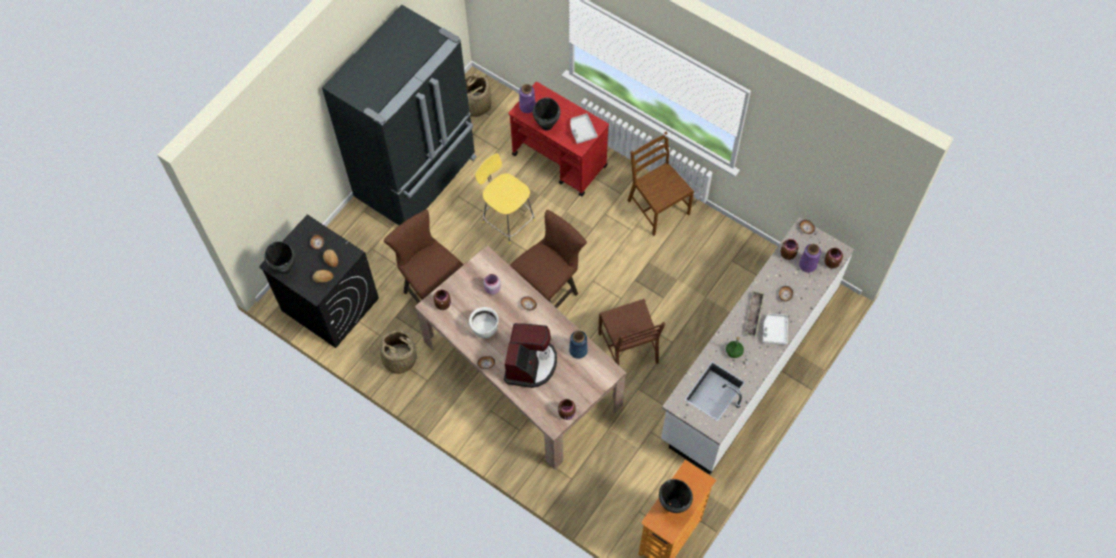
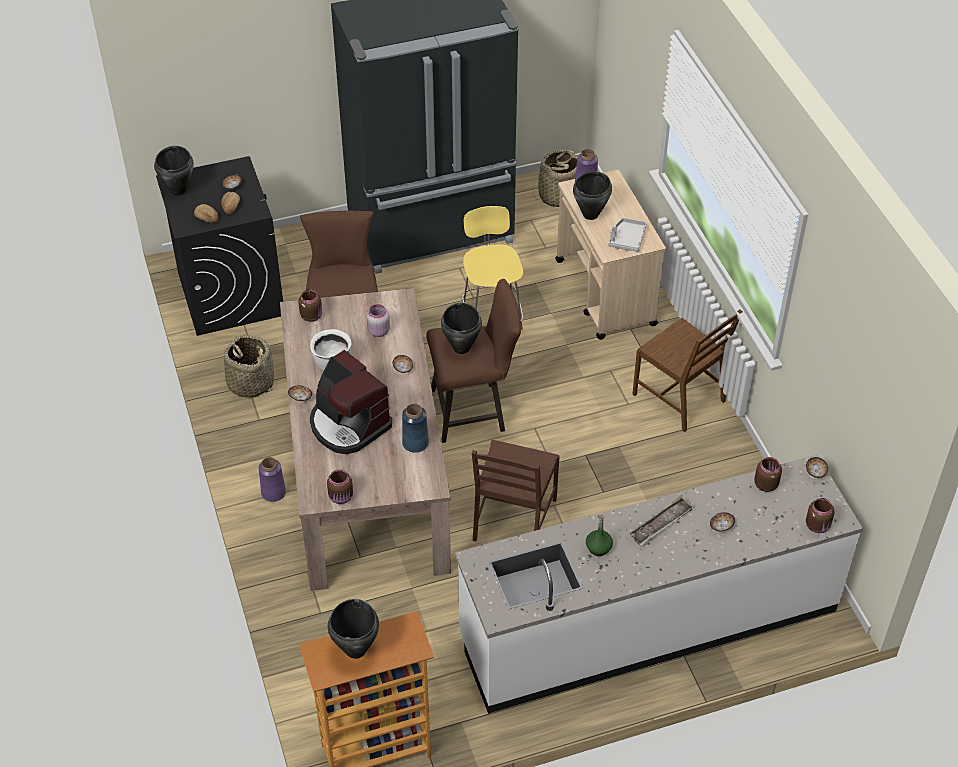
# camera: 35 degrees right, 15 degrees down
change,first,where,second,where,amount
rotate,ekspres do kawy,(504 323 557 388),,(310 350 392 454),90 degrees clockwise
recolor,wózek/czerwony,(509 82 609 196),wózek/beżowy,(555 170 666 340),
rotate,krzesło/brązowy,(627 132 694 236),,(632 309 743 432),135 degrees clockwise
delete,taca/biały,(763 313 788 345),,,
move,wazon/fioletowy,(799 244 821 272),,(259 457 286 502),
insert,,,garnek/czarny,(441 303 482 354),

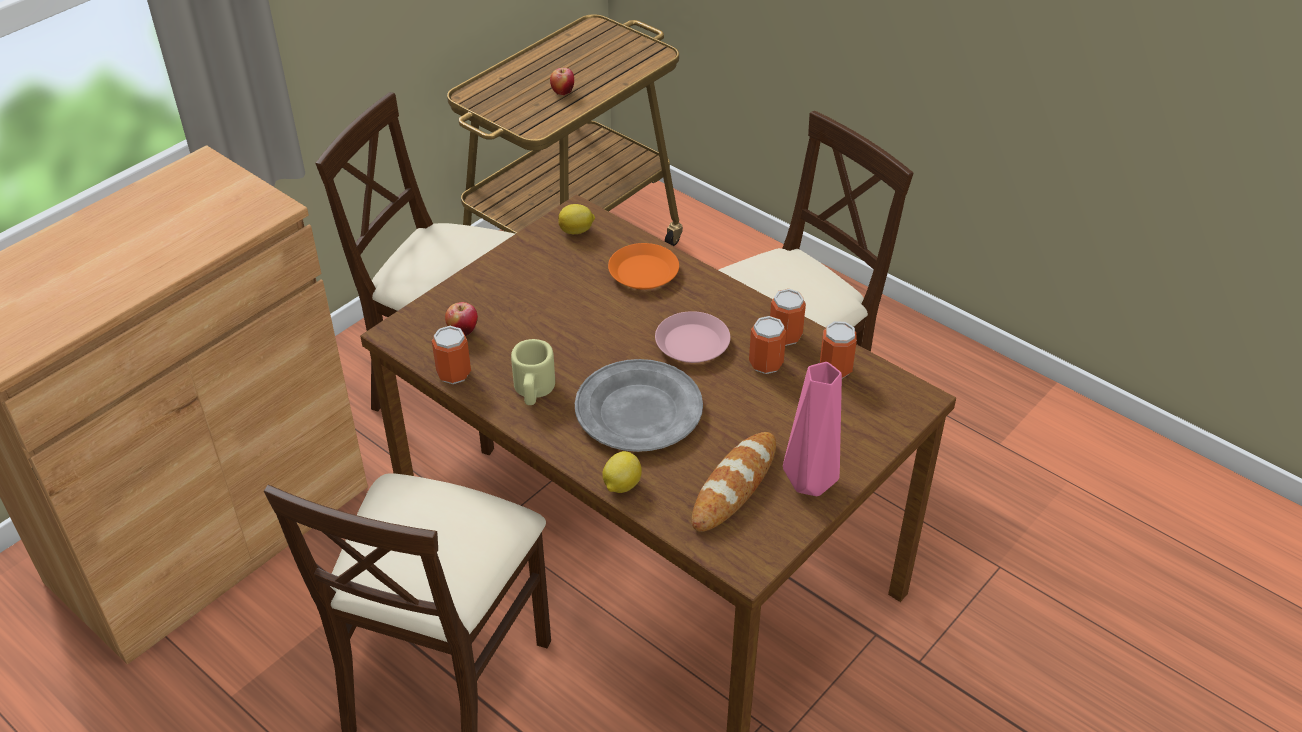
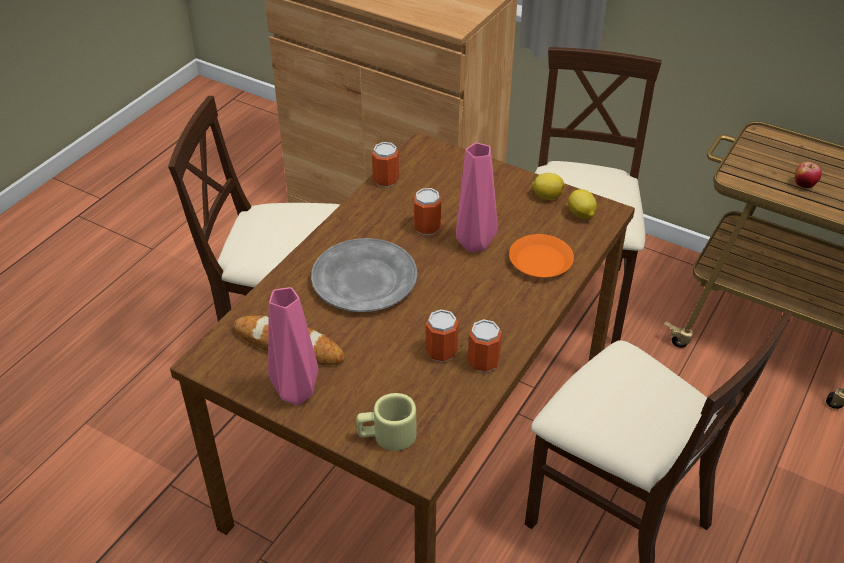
# camera: 80 degrees right, 0 degrees up
change,first,where,second,where,amount
delete,jabłko,(445 302 478 336),,,
move,kubek/beżowy,(511 339 555 405),,(356 393 416 451),
move,cytryna,(602 451 642 493),,(531 173 565 200),
delete,talerz/różowy,(655 311 730 363),,,
move,puszka,(820 321 857 378),,(414 188 441 235),
insert,,,wazon/różowy,(456 143 498 252),

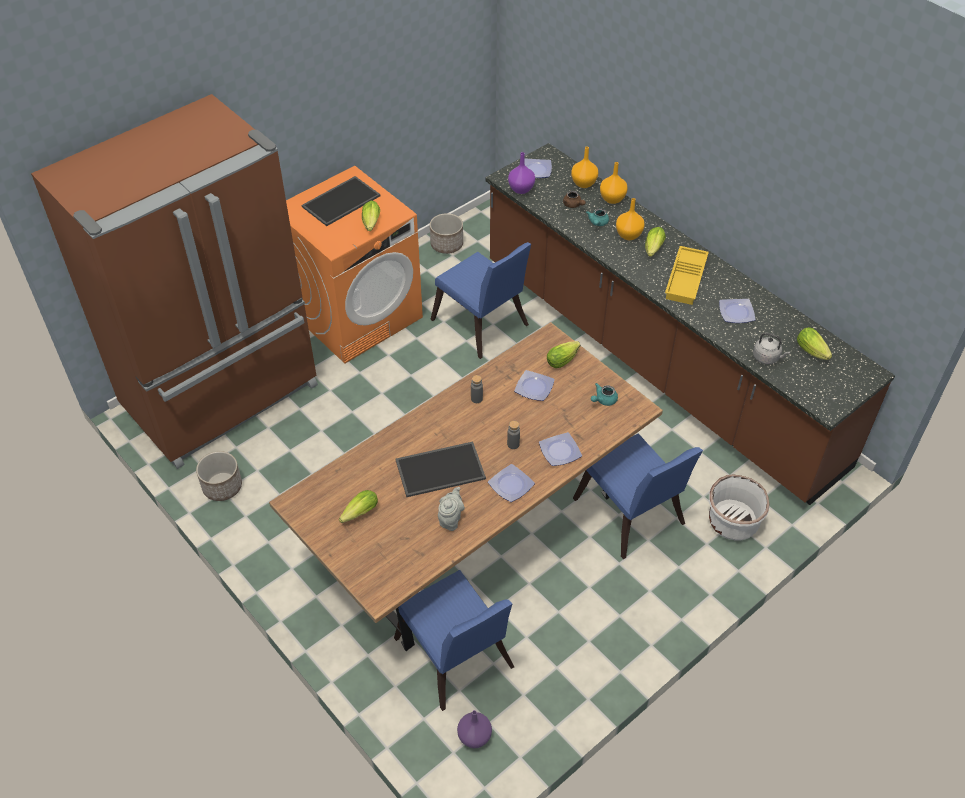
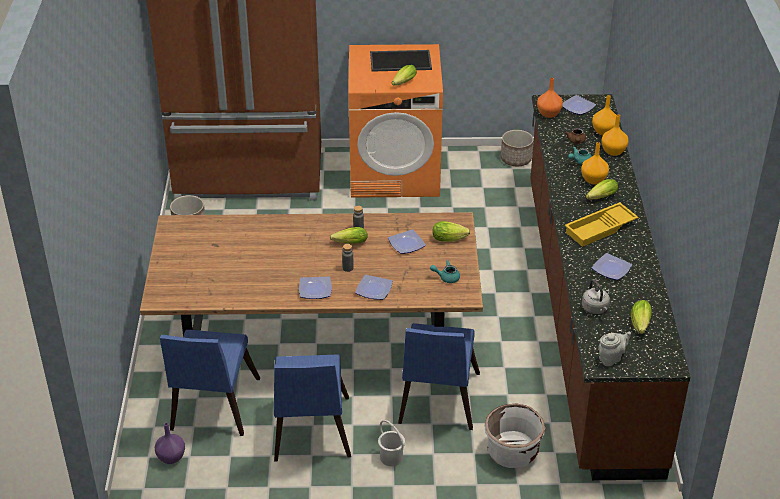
# camera: 40 degrees right, 10 degrees down
change,first,where,second,where,amount
move,sałata,(339 490 378 523),,(330 227 367 244),
delete,taca,(395 441 486 497),,,
move,krzesło/niebieski,(431 242 531 359),,(274 354 351 462),
move,imbryk/szary,(438 487 465 531),,(598 332 631 366),
recolor,wazon/fioletowy,(508 152 535 194),wazon/pomarańczowy,(537 78 563 118),
insert,,,wiadro/biały,(378 420 405 466),

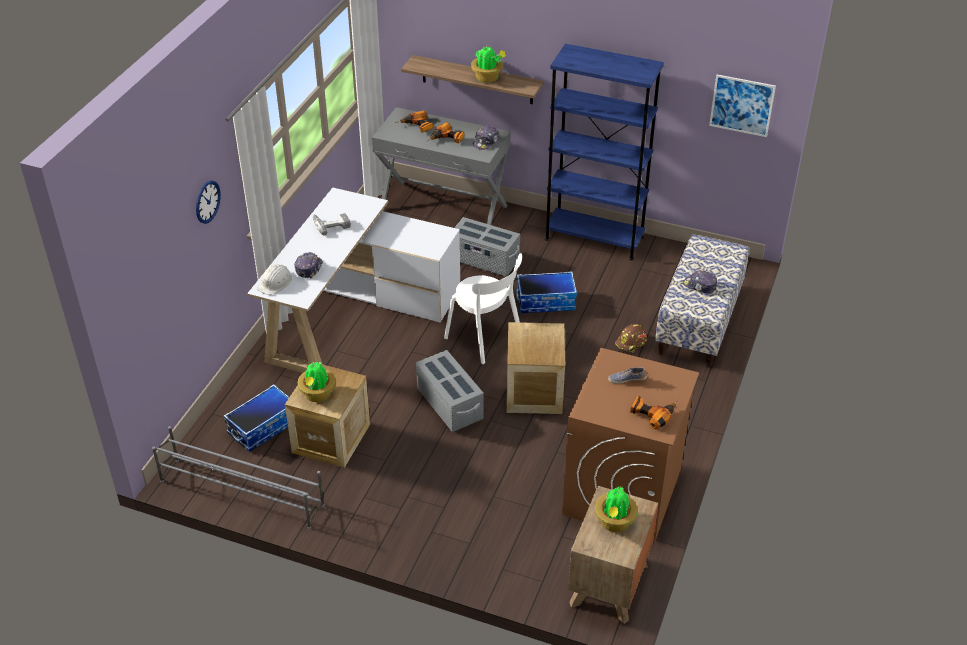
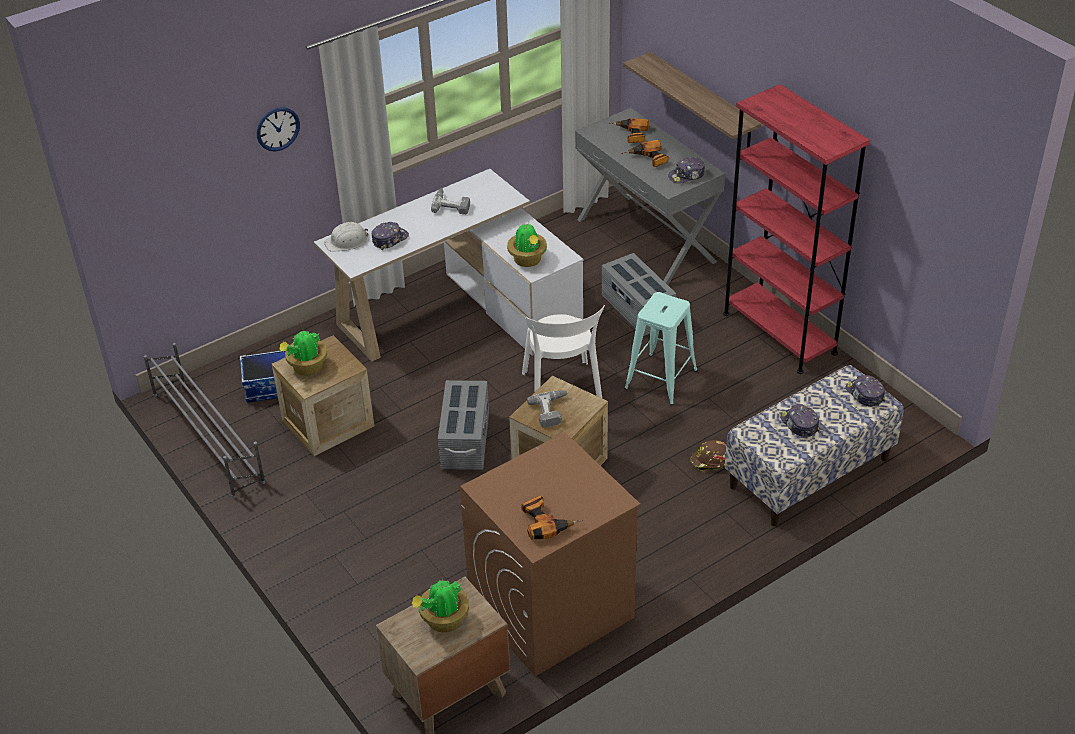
# camera: 35 degrees right, 0 degrees up
change,first,where,second,where,amount
move,roślina doniczkowa,(471 46 506 83),,(507 222 547 267),
replace,pojemnik do przechowywania,(516 272 577 313),stołek/turkusowy,(624 292 698 406),
recolor,regał/niebieski,(545 44 664 260),regał/czerwony,(723 84 870 374),
delete,but,(608 367 647 384),,,
delete,obraz,(709 75 776 137),,,
insert,,,wiertarka,(527 390 568 428),
insert,,,czapka z daszkiem,(846 375 886 406),

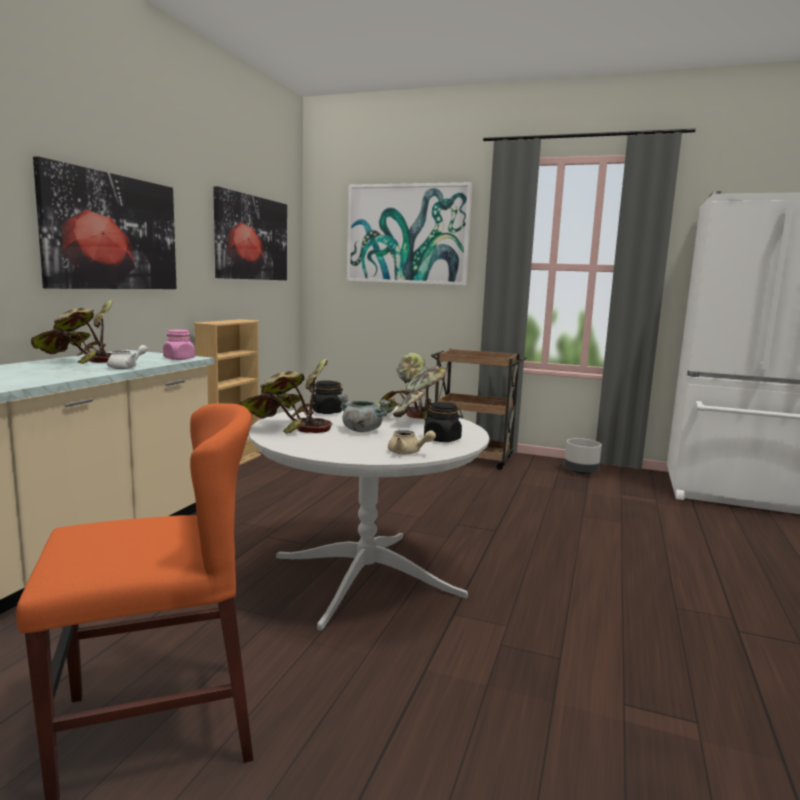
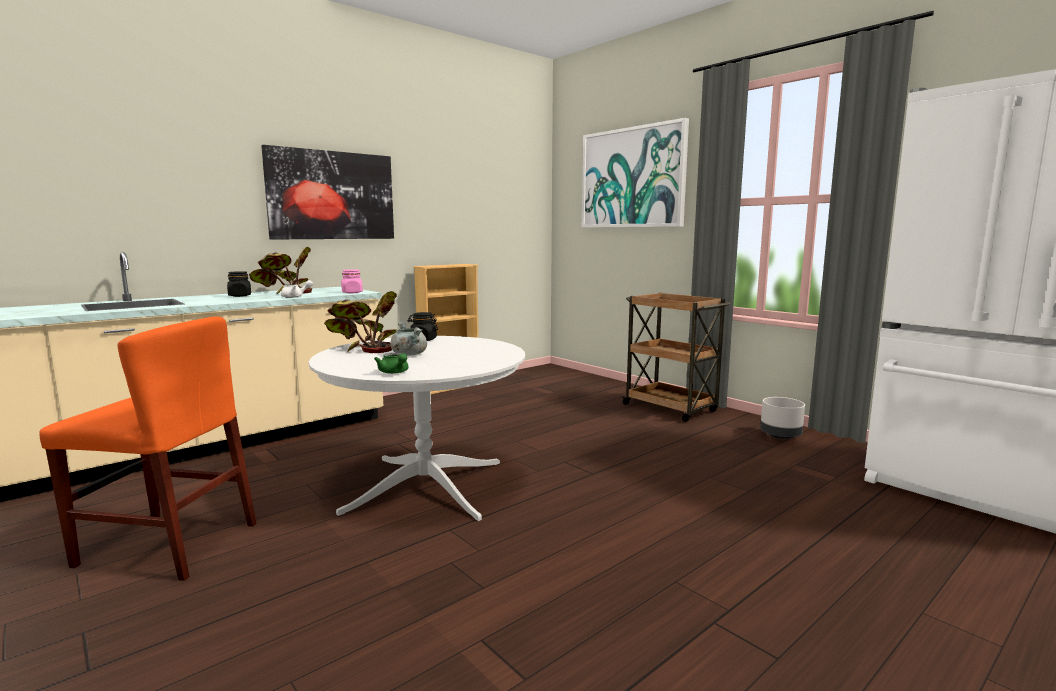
# camera: 30 degrees right, 0 degrees up
change,first,where,second,where,amount
delete,obraz,(213 186 287 280),,,
delete,roślina doniczkowa,(376 353 449 421),,,
recolor,imbryk/beżowy,(388 430 436 454),imbryk/zielony,(374 353 408 374),
move,słoik/czarny,(424 402 463 442),,(227 271 251 297),

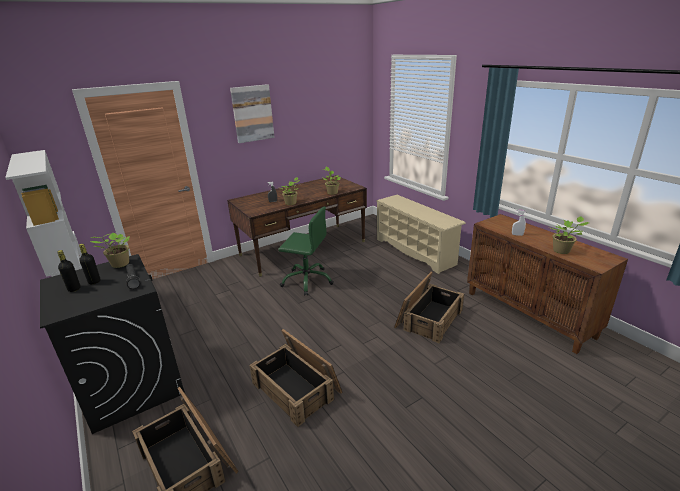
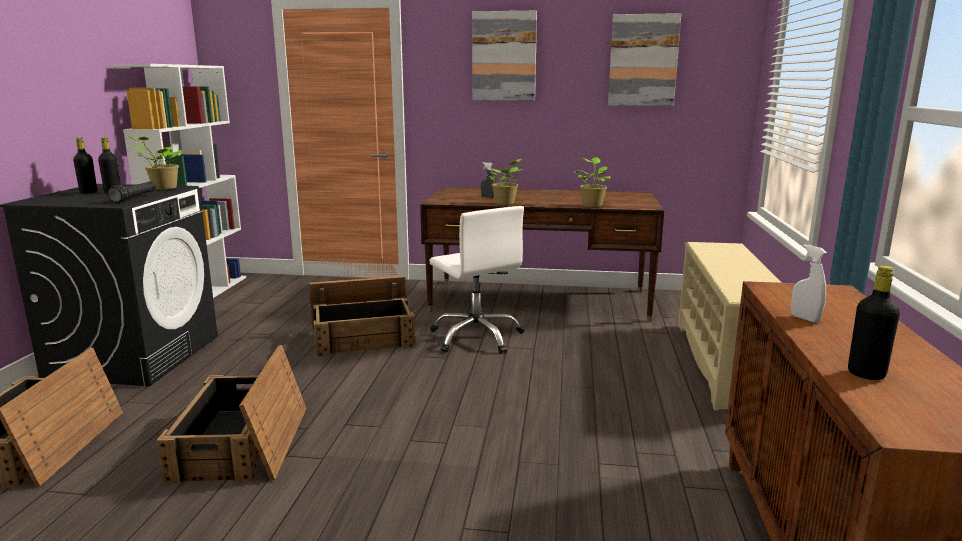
# camera: 40 degrees right, 10 degrees down
change,first,where,second,where,amount
recolor,krzesło biurowe/zielony,(278 206 334 296),krzesło biurowe/biały,(429 206 524 354),
move,skrzynka,(394 271 464 343),,(309 276 415 356),
replace,roślina doniczkowa,(551 216 589 254),butelka/czarny,(848 266 900 380),
insert,,,obraz,(608 13 681 106),

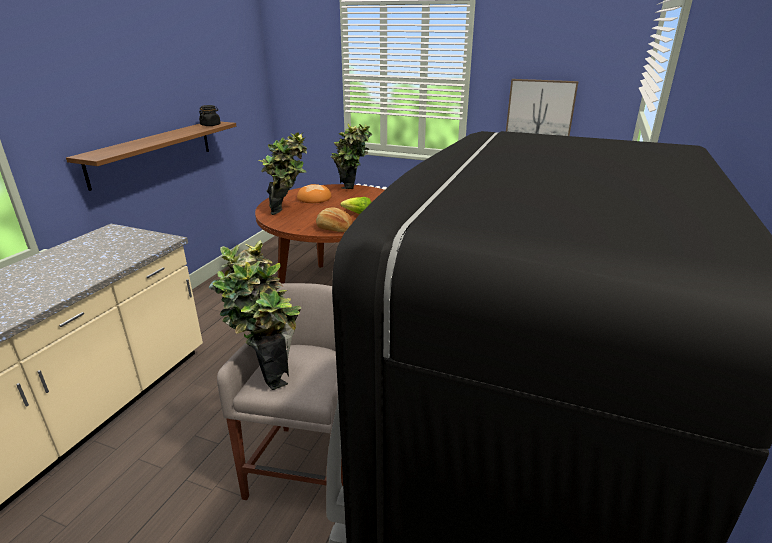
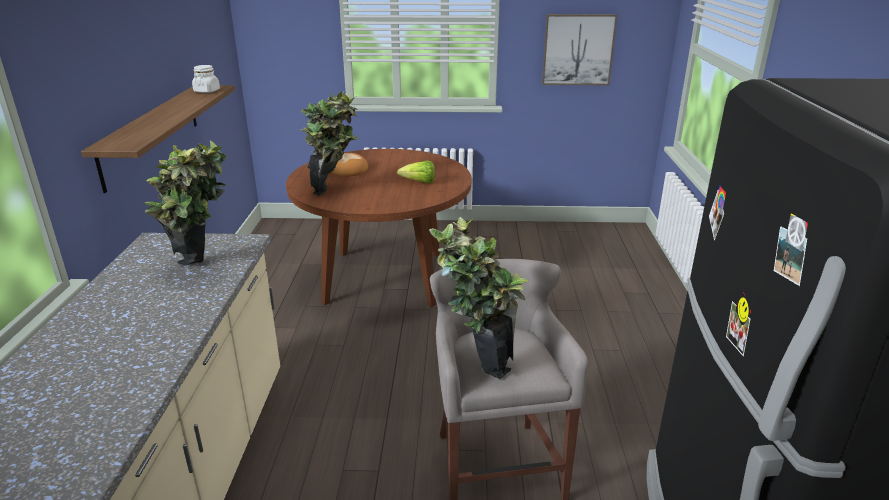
# camera: 20 degrees left, 0 degrees up
change,first,where,second,where,amount
recolor,słoik/czarny,(199 105 221 126),słoik/biały,(192 65 220 93),
delete,chleb,(316 208 353 232),,,
move,roślina doniczkowa,(331 124 372 189),,(145 141 228 265),

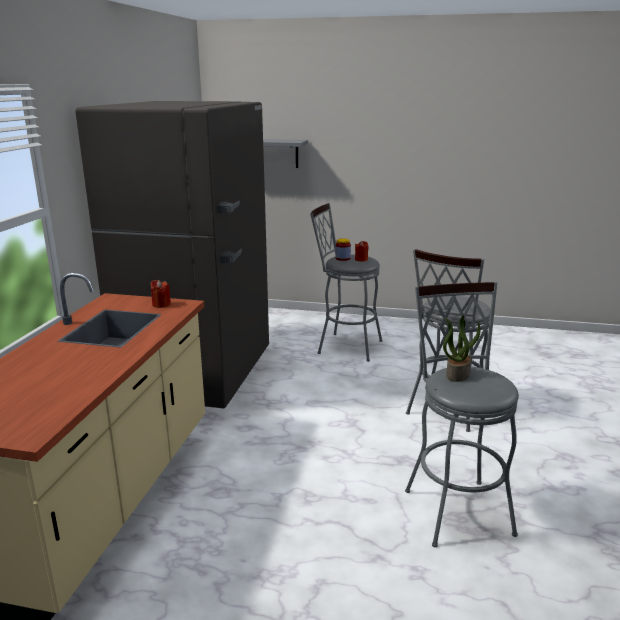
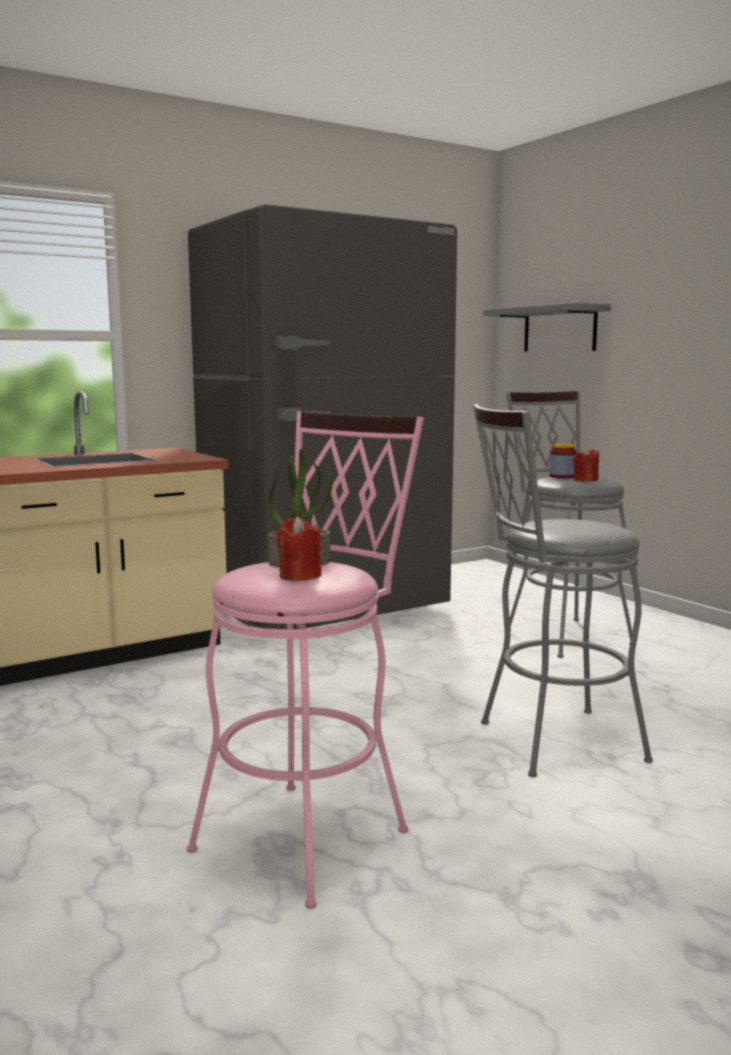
# camera: 45 degrees right, 10 degrees down
change,first,where,second,where,amount
move,świeca/czerwony,(151 280 171 308),,(276 517 322 581),
recolor,stołek/szary,(405 282 519 547),stołek/różowy,(187 411 424 909),

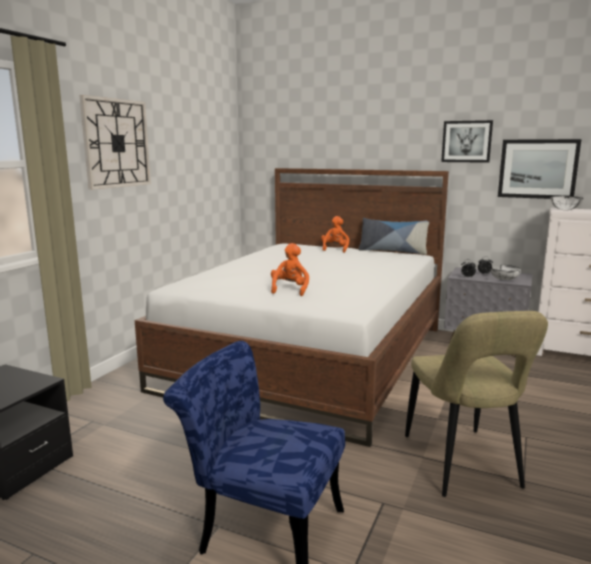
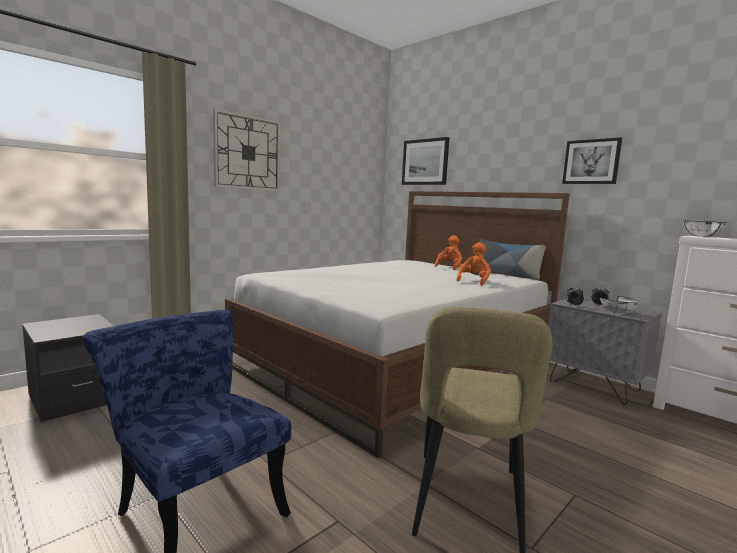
# camera: 20 degrees right, 5 degrees down
change,first,where,second,where,amount
move,pluszak/pomarańczowy,(271 243 309 296),,(456 242 491 286),
move,obraz,(498 139 581 199),,(402 137 450 185),

